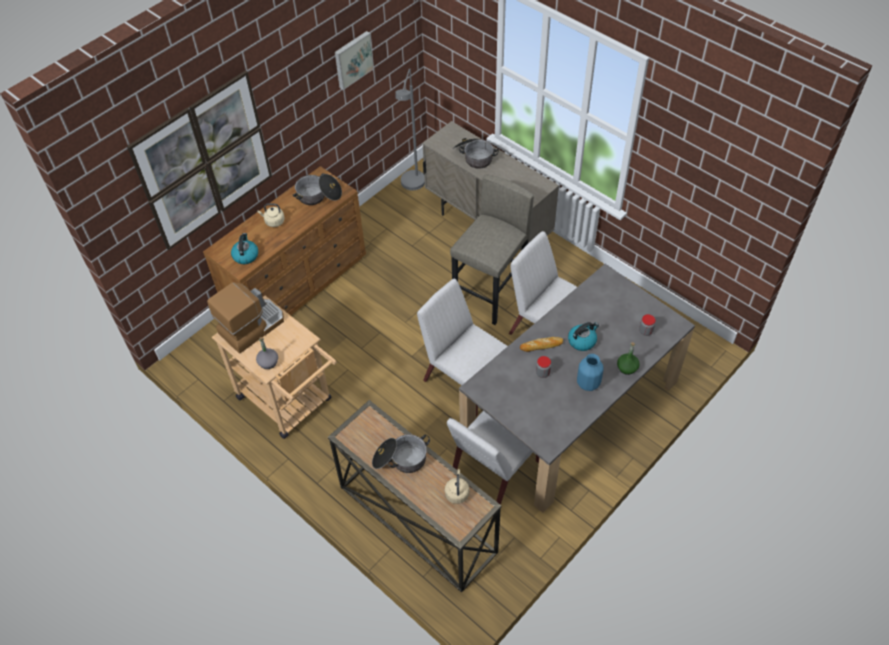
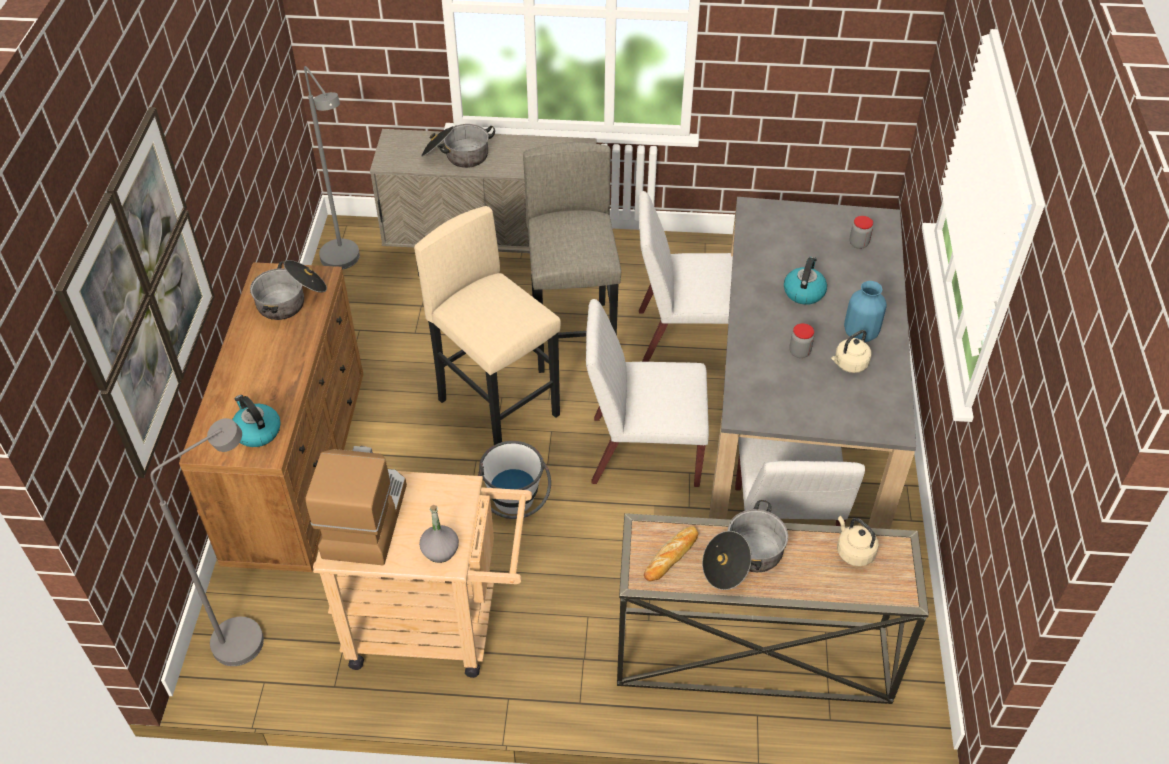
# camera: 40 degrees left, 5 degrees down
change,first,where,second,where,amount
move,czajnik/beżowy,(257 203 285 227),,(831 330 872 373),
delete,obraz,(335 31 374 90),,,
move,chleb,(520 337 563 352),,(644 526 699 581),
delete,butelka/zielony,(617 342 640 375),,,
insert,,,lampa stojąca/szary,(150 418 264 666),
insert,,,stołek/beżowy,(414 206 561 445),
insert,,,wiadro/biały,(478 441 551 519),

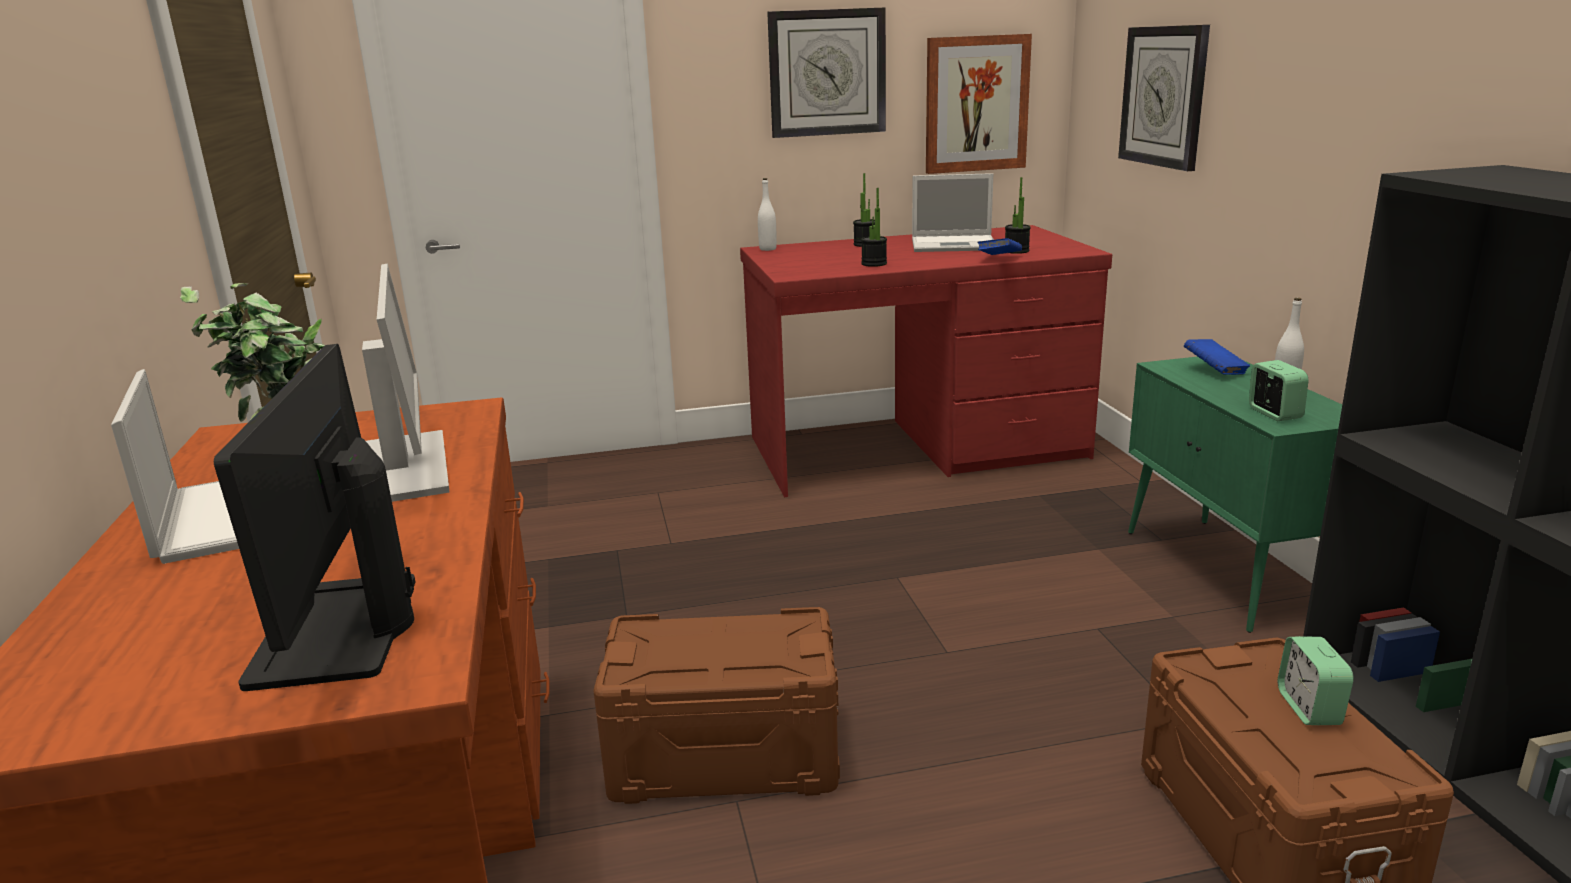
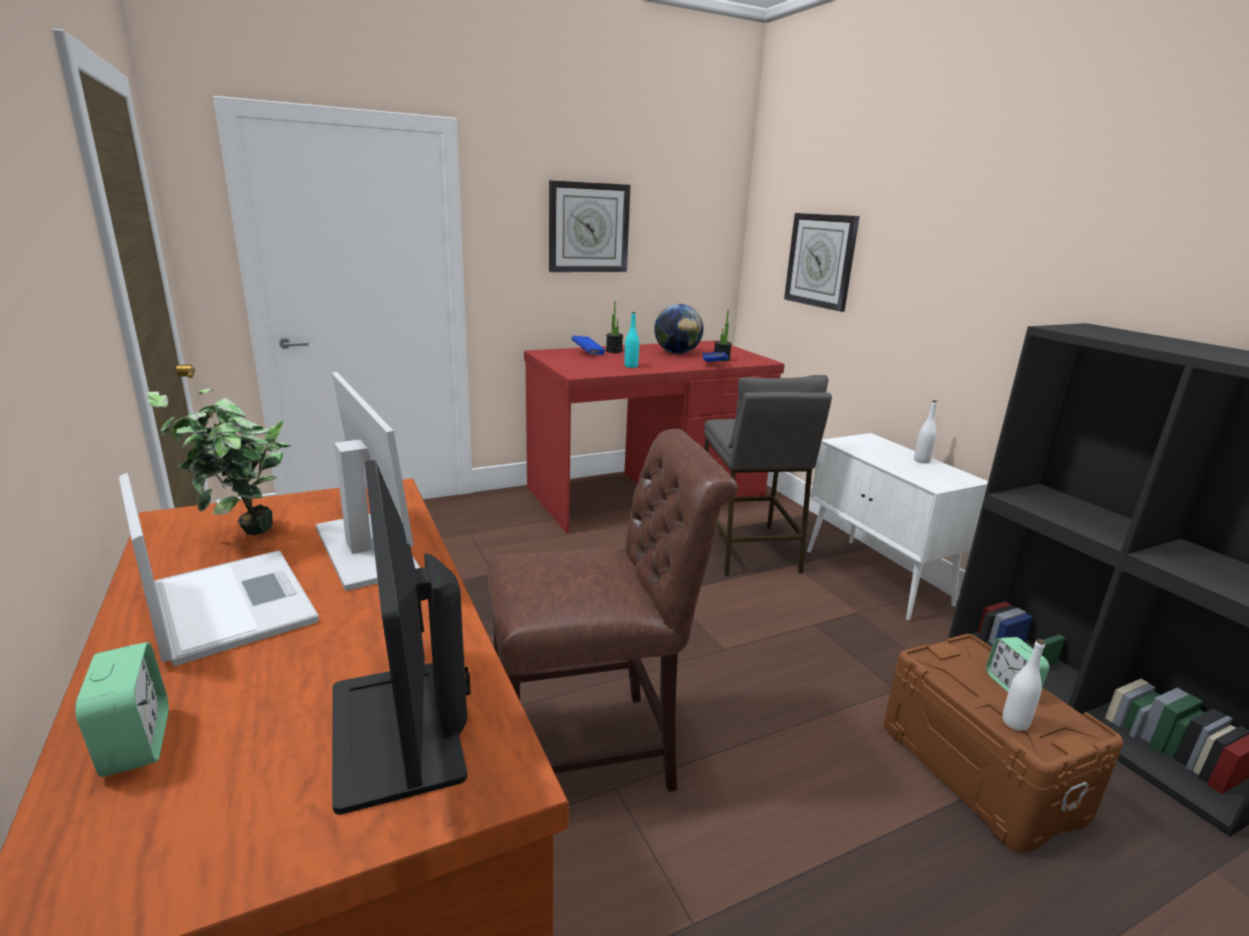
# camera: 15 degrees left, 0 degrees up
change,first,where,second,where,amount
replace,pojemnik do przechowywania/brązowy,(593 607 840 804),krzesło/brązowy,(488 429 738 792),
move,butelka/biały,(758 178 777 251),,(1002 639 1045 731),
replace,roślina doniczkowa,(861 188 887 267),butelka/turkusowy,(624 312 639 368),
replace,laptop,(912 173 994 252),globus,(654 304 703 354),
delete,obraz,(926 34 1032 174),,,
recolor,szafka/zielony,(1128 357 1342 633),szafka/biały,(807 433 988 621),
move,książka/niebieski,(1184 339 1250 375),,(572 336 606 355),
move,budzik,(1249 360 1309 421),,(75 642 169 777),
insert,,,stołek/szary,(704 375 832 577),

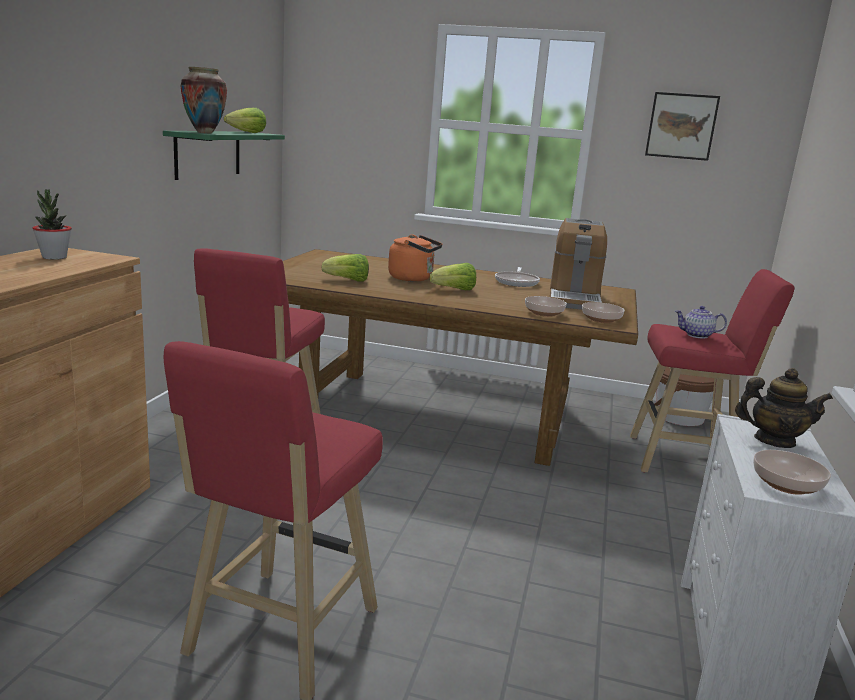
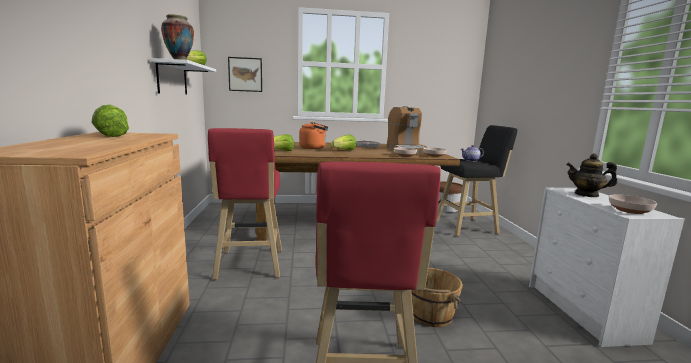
# camera: 20 degrees left, 5 degrees down
change,first,where,second,where,amount
replace,roślina doniczkowa,(32 189 72 260),sałata,(91 105 129 137),
recolor,półka/zielony,(163 131 285 180),półka/biały,(150 58 216 95),
recolor,stołek/czerwony,(630 269 795 472),stołek/czarny,(436 125 517 236),
move,obraz,(645 92 720 161),,(228 57 262 92),
rotate,imbryk,(735 368 833 448),,(566 154 617 197),150 degrees counterclockwise
insert,,,wiadro/brązowy,(411 268 463 327),

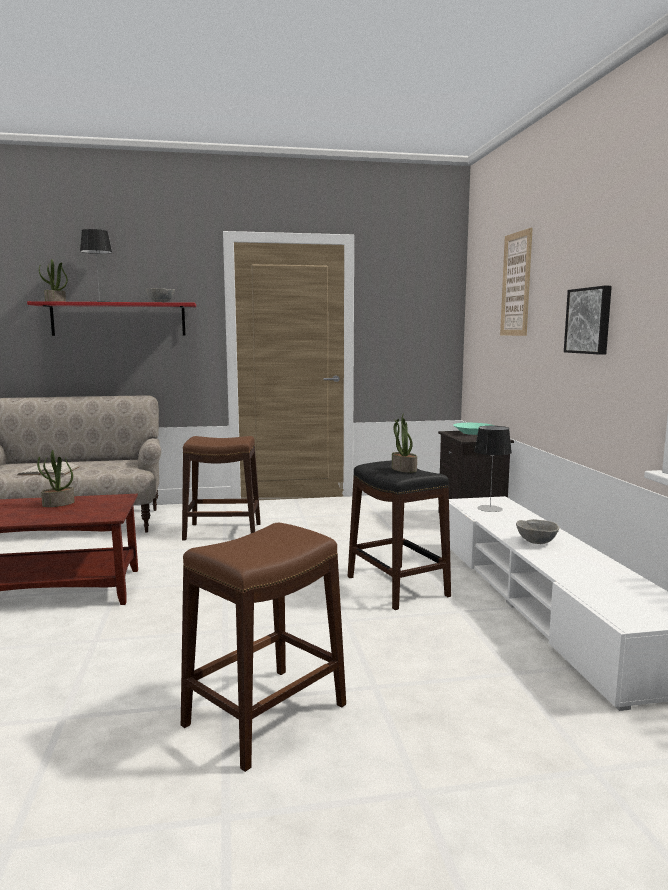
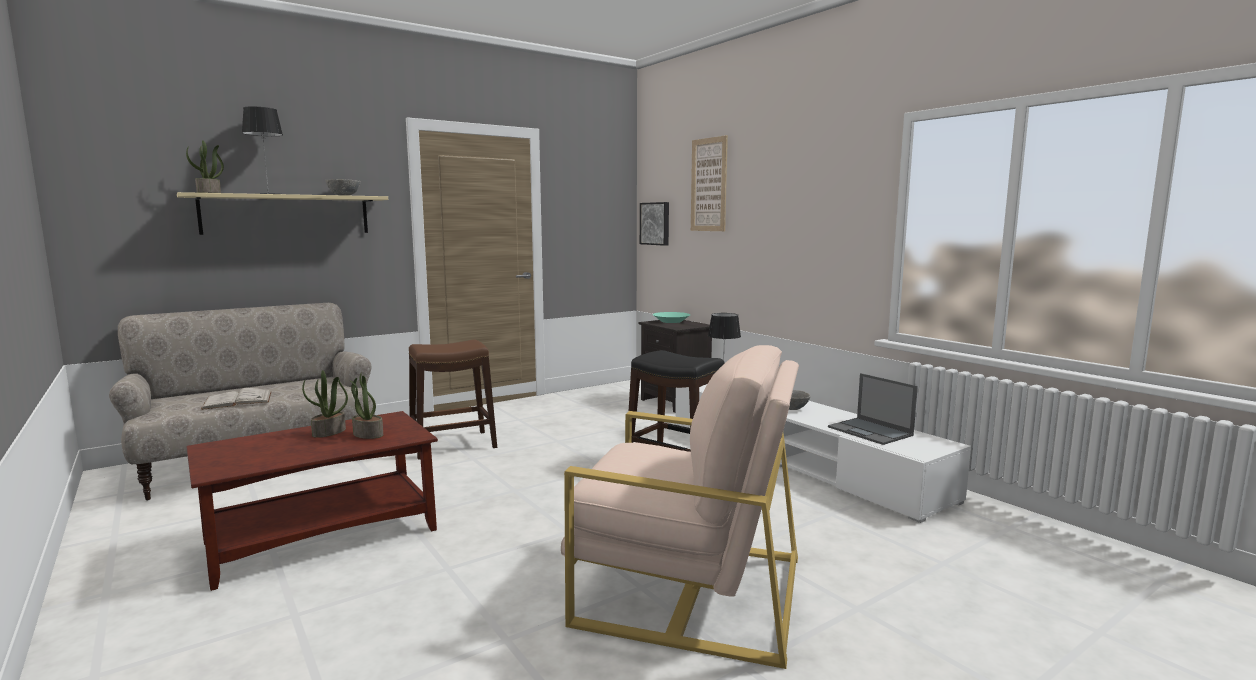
# camera: 25 degrees left, 0 degrees up
change,first,where,second,where,amount
recolor,półka/czerwony,(27 301 196 336),półka/beżowy,(177 192 388 235),
replace,stołek/brązowy,(181 523 346 772),fotel/beżowy,(561 345 799 669),
move,roślina doniczkowa,(392 413 417 473),,(350 372 383 439),
move,obraz,(564 286 612 355),,(640 202 669 246),
insert,,,laptop,(828 373 918 445),

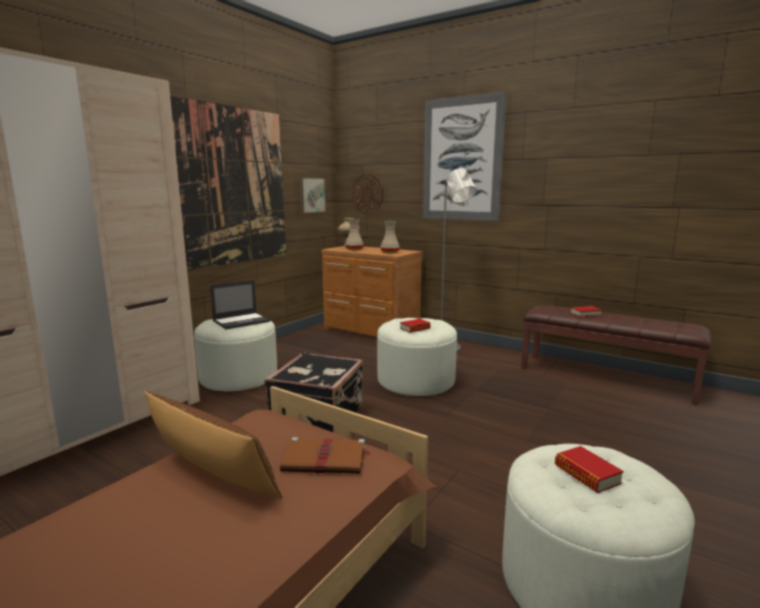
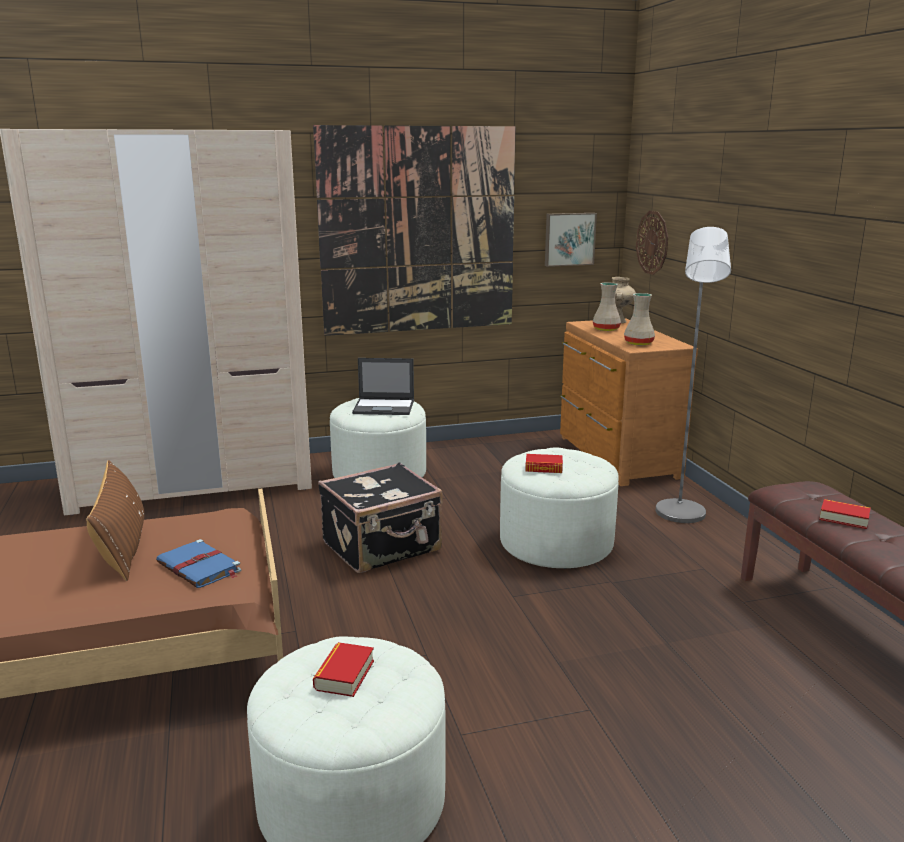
# camera: 40 degrees right, 5 degrees up
change,first,where,second,where,amount
recolor,książka/brązowy,(280 437 371 474),książka/niebieski,(156 539 241 588),
delete,obraz,(423 91 507 221),,,

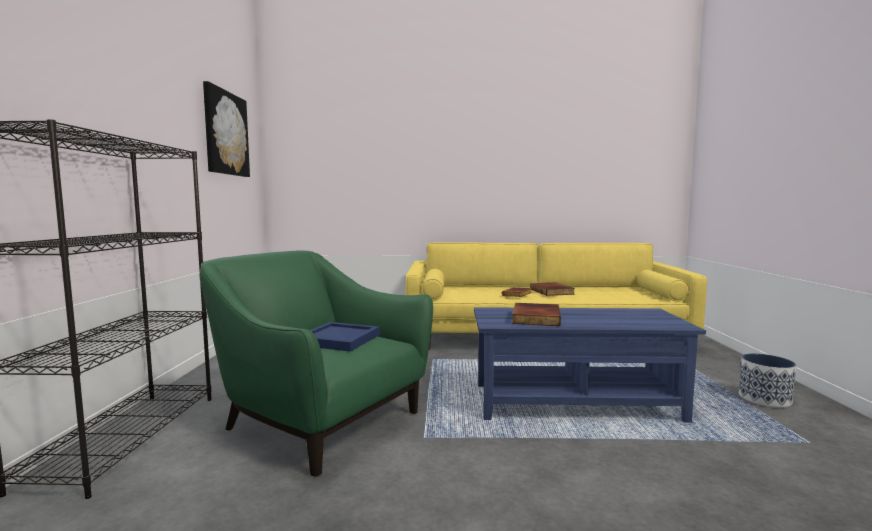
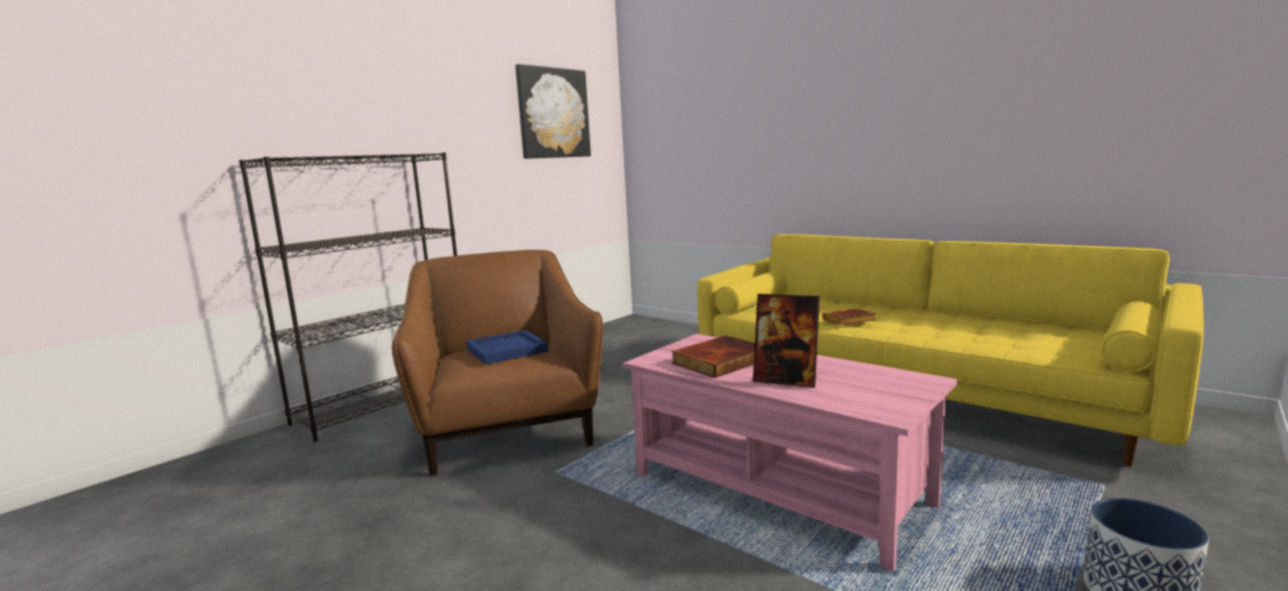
# camera: 40 degrees right, 5 degrees up
change,first,where,second,where,amount
recolor,fotel/zielony,(199 250 433 477),fotel/brązowy,(392 250 603 475),
recolor,ława/niebieski,(474 307 706 423),ława/różowy,(623 334 958 572),
delete,książka,(530 282 575 296),,,
insert,,,ramka na zdjęcie,(753 294 820 388),

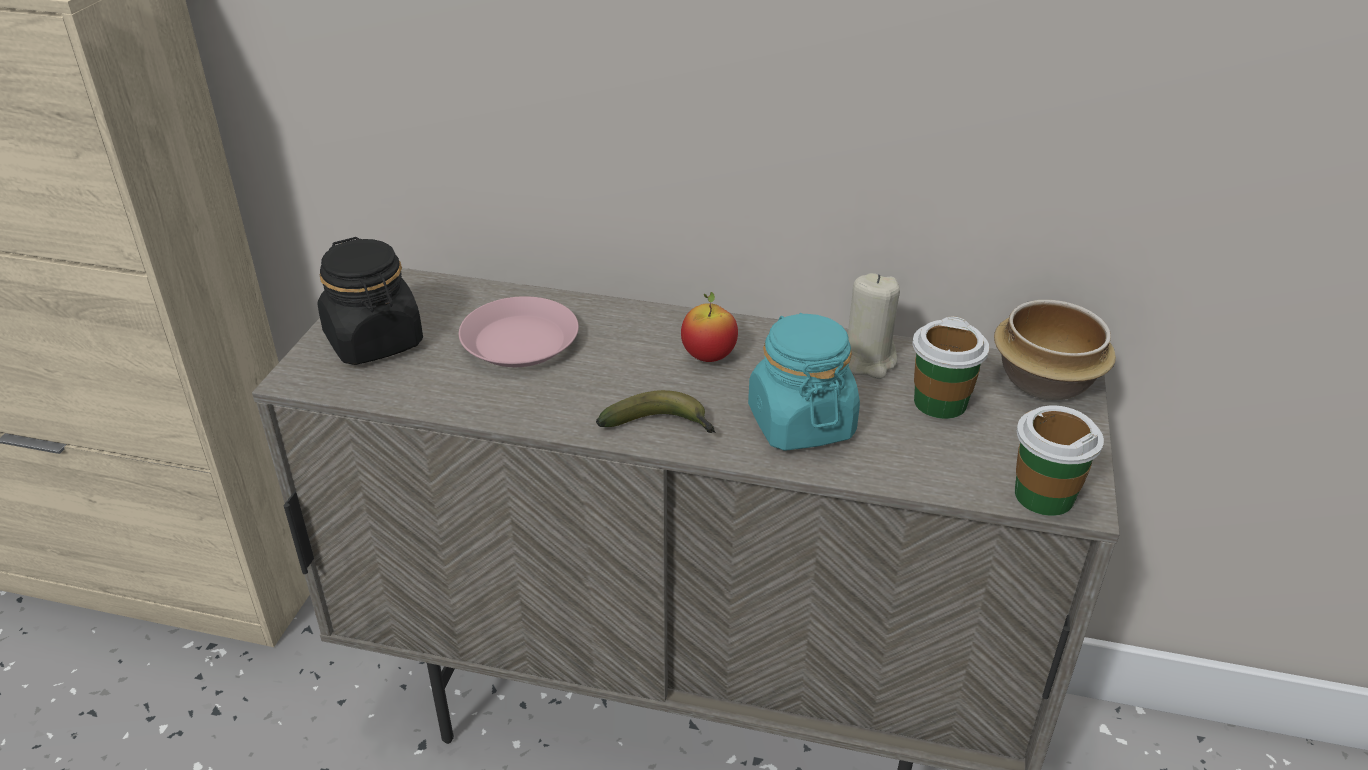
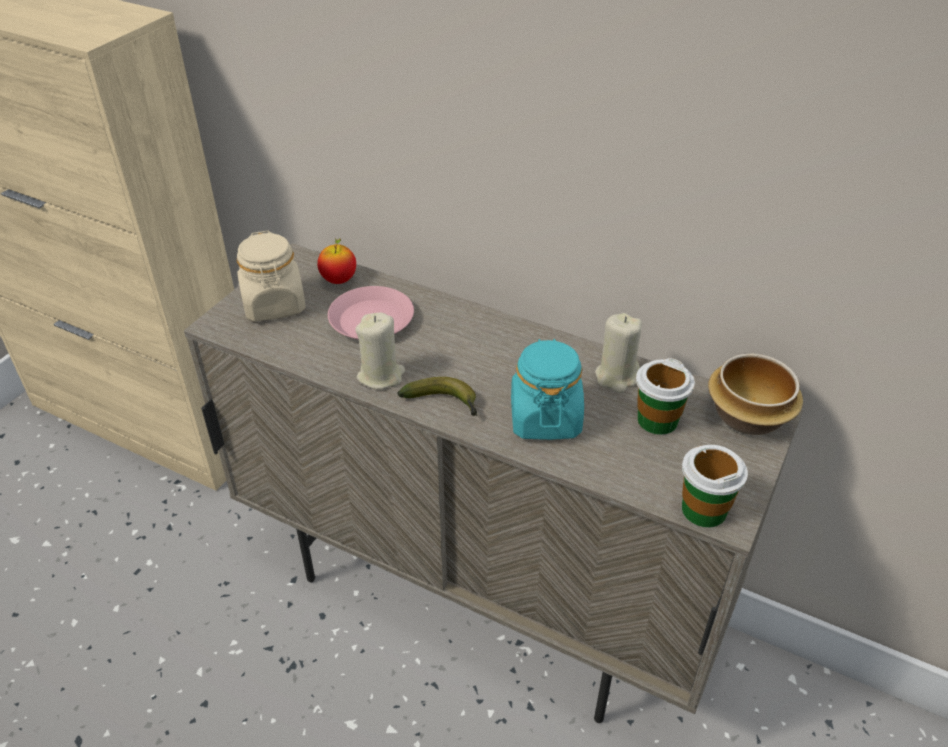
# camera: 15 degrees right, 5 degrees up
change,first,where,second,where,amount
recolor,słoik/czarny,(317 237 423 365),słoik/beżowy,(236 231 306 321),
move,jabłko,(681 292 738 362),,(317 238 356 284),
insert,,,świeca/beżowy,(355 312 405 389),

